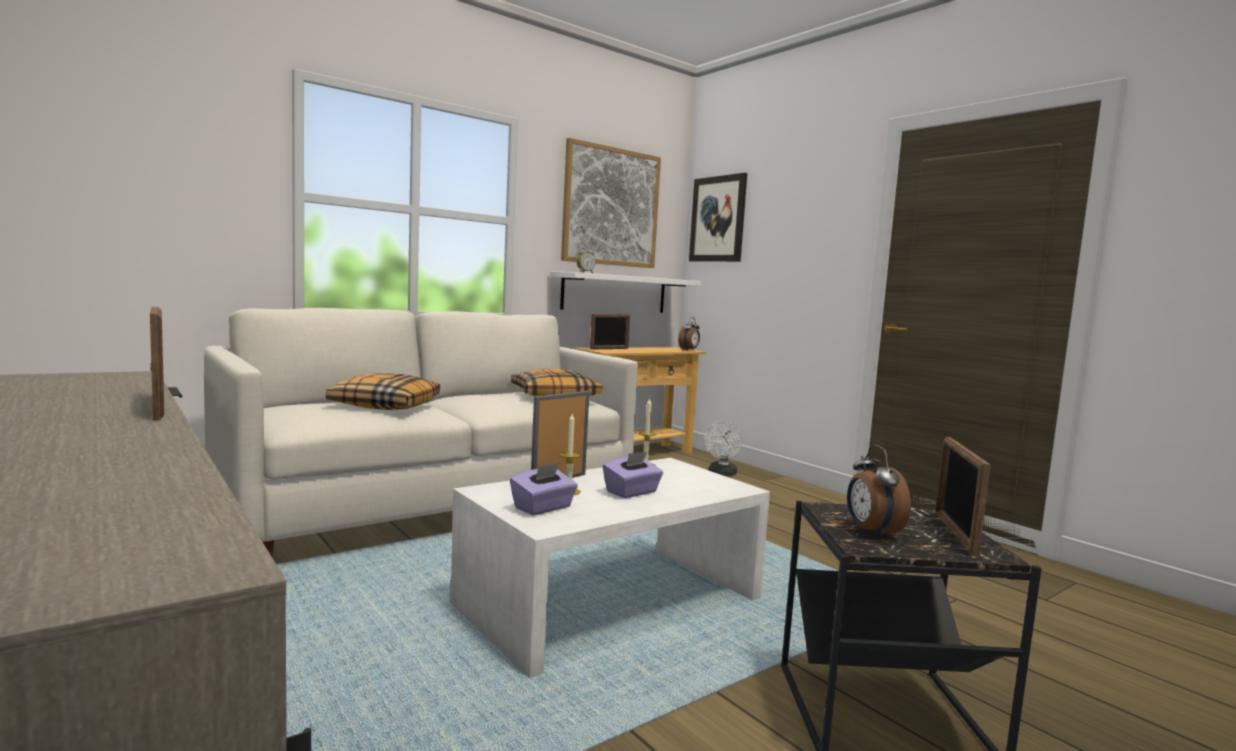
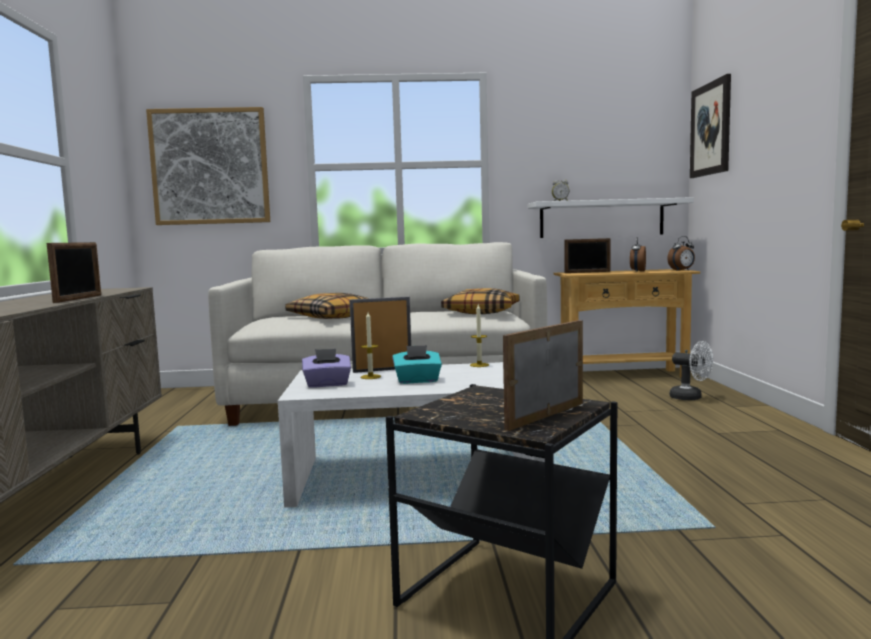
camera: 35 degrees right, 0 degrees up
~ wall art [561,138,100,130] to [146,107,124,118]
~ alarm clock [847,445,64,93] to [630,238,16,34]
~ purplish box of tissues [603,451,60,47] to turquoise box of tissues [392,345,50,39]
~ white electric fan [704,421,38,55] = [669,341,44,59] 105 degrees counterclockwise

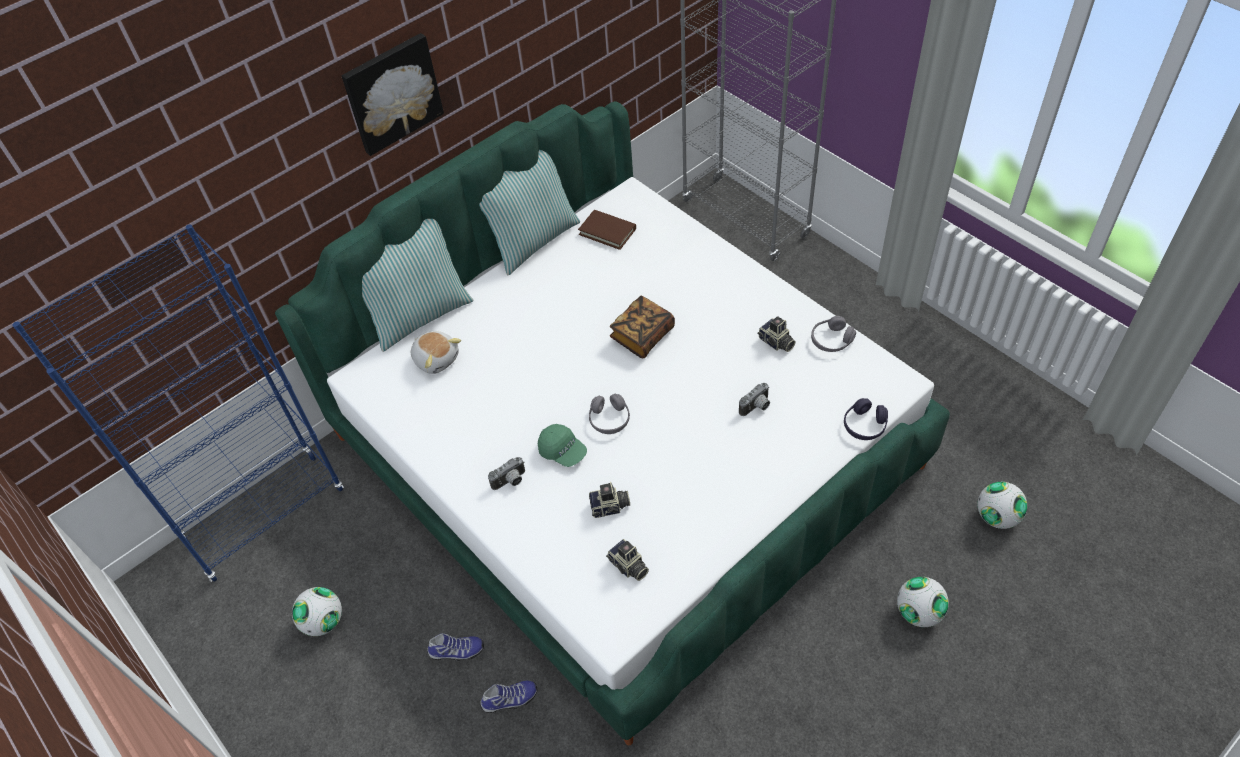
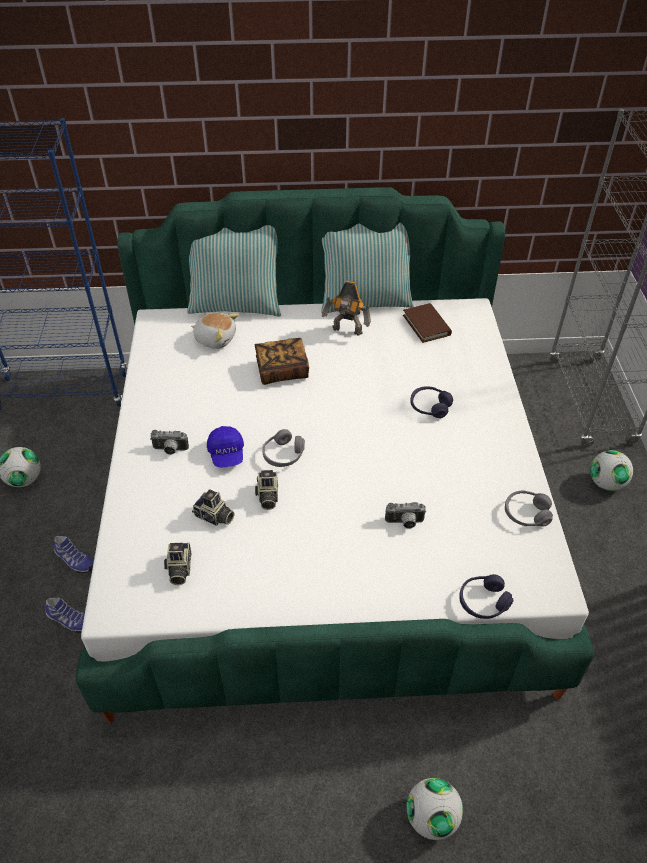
camera: 35 degrees right, 5 degrees down
- wall art [341,33,103,123]
+ model robot [322,281,49,55]
+ purplish headset [410,386,43,32]
~ bound book [610,296,65,62] to [255,338,54,47]
~ photo camera [757,316,39,36] to [255,470,24,40]
~ football ball [978,482,49,47] to [590,450,43,41]
~ greenish cap [538,424,49,43] to blue cap [207,426,37,41]
~ soft toy [411,331,50,43] = [191,313,48,36] 60 degrees counterclockwise

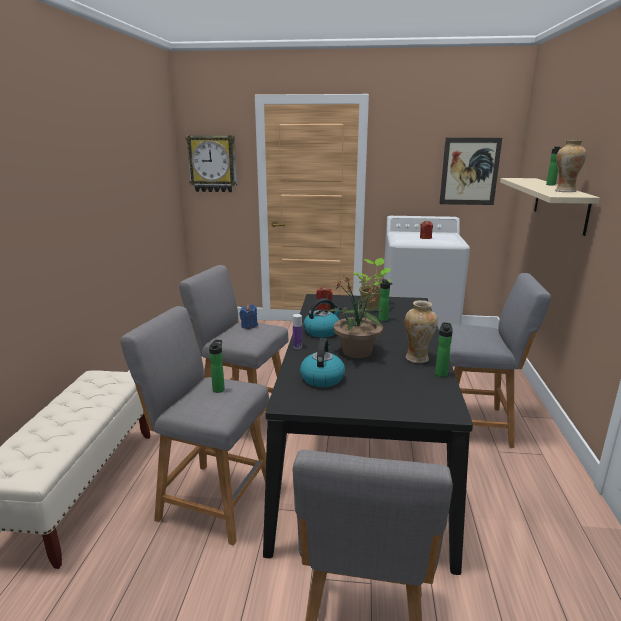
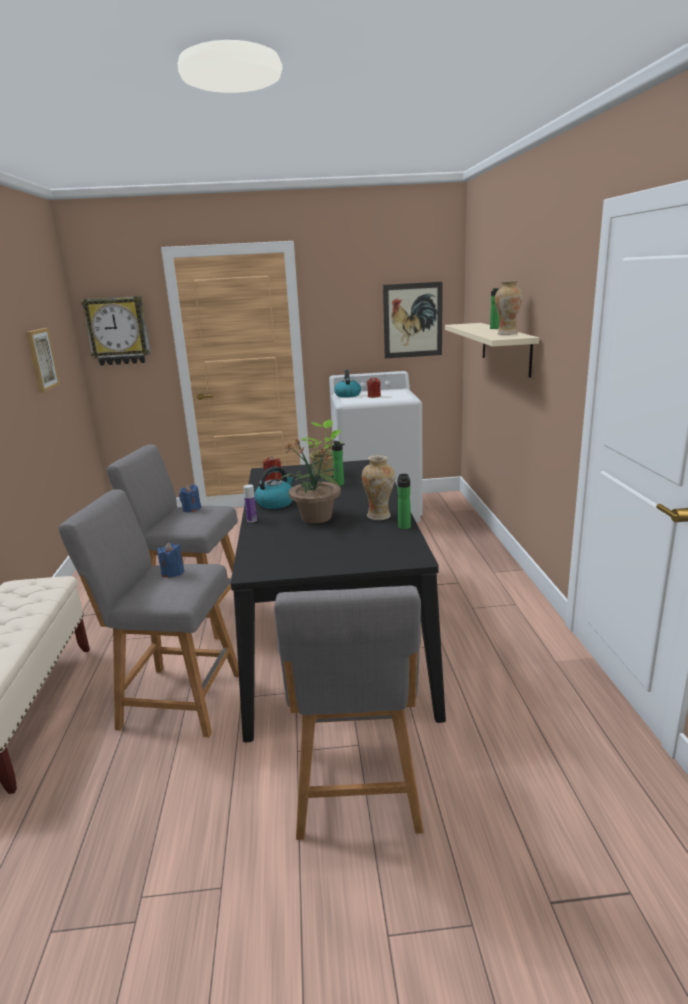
camera: 10 degrees left, 0 degrees up
- gray sitting stool [443,273,108,175]
+ wall art [26,328,34,65]
~ water kettle [300,338,45,49] to [334,370,27,28]
~ beverage bottle [209,340,16,53] to blue wax candle [157,542,27,36]

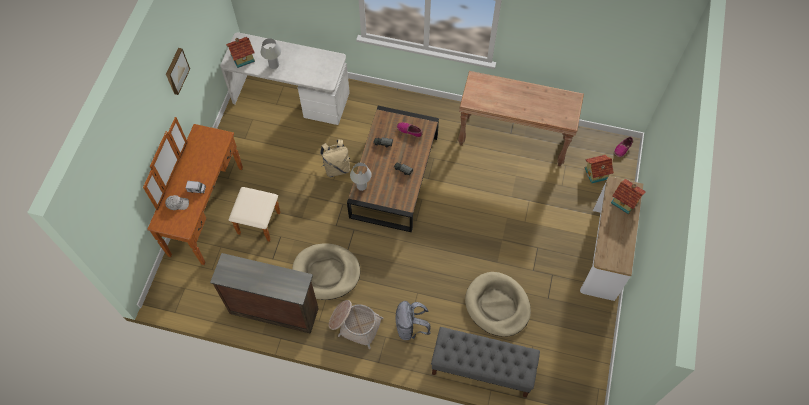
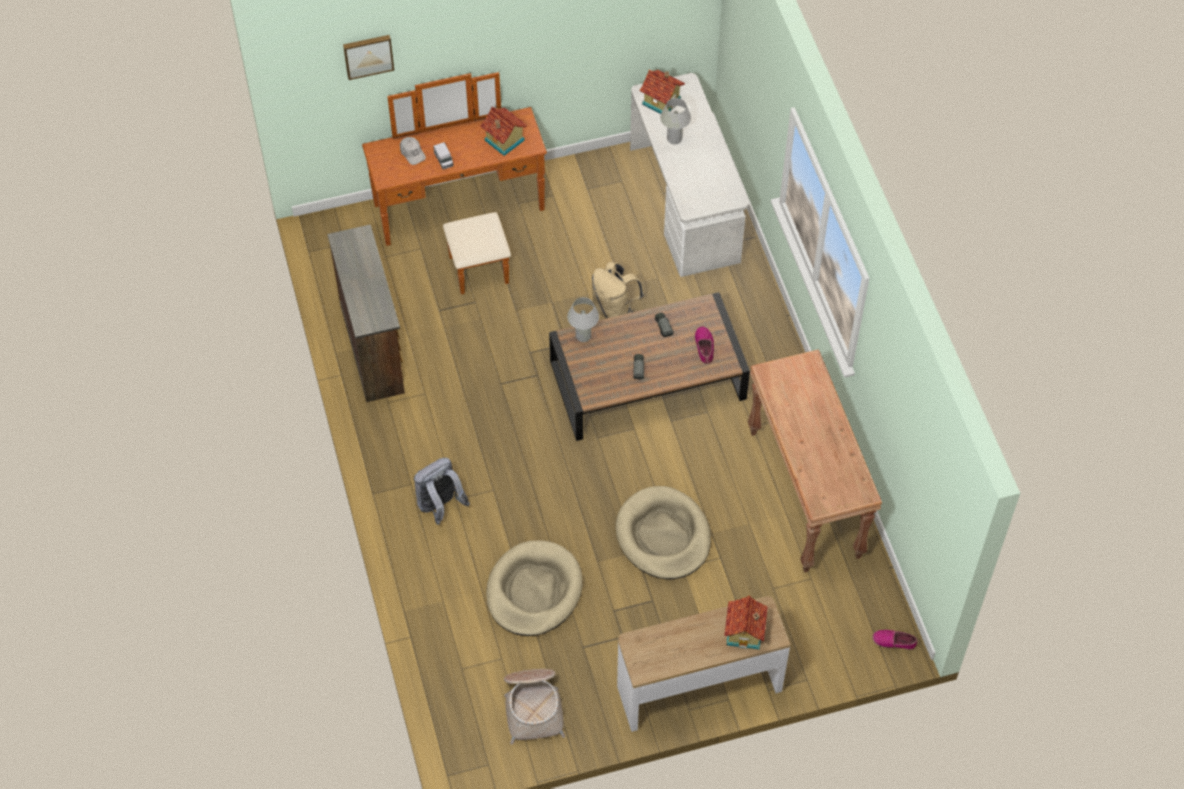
camera: 60 degrees right, 5 degrees down
- gray bench [431,327,109,71]
~ wall art [166,48,24,47] to [343,35,51,45]
~ sand-coloured pet bed [292,243,68,57] to [616,486,95,93]
~ basket [329,300,55,49] to [504,669,61,76]
~ miniature house [585,155,29,28] to [480,107,47,49]

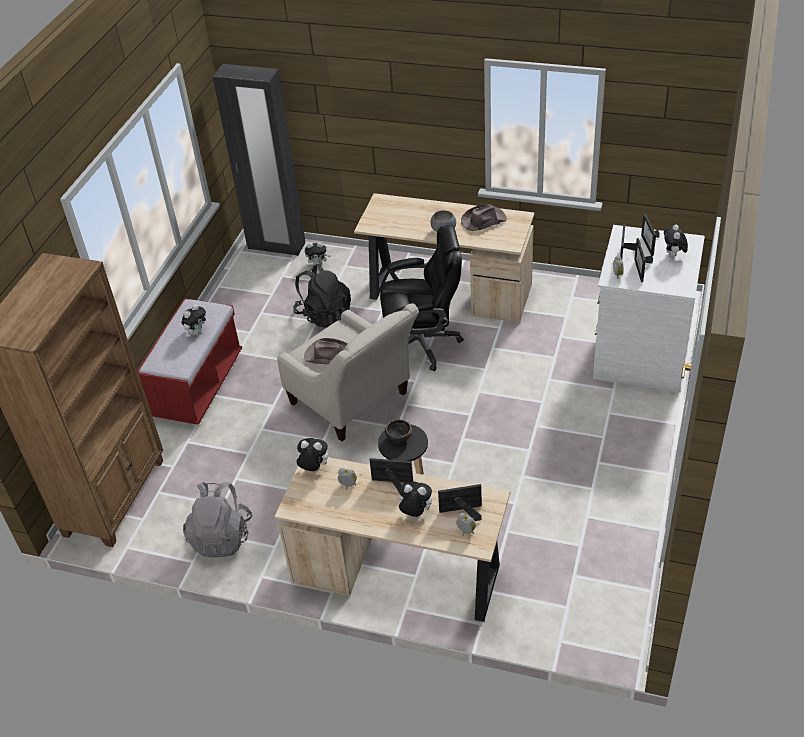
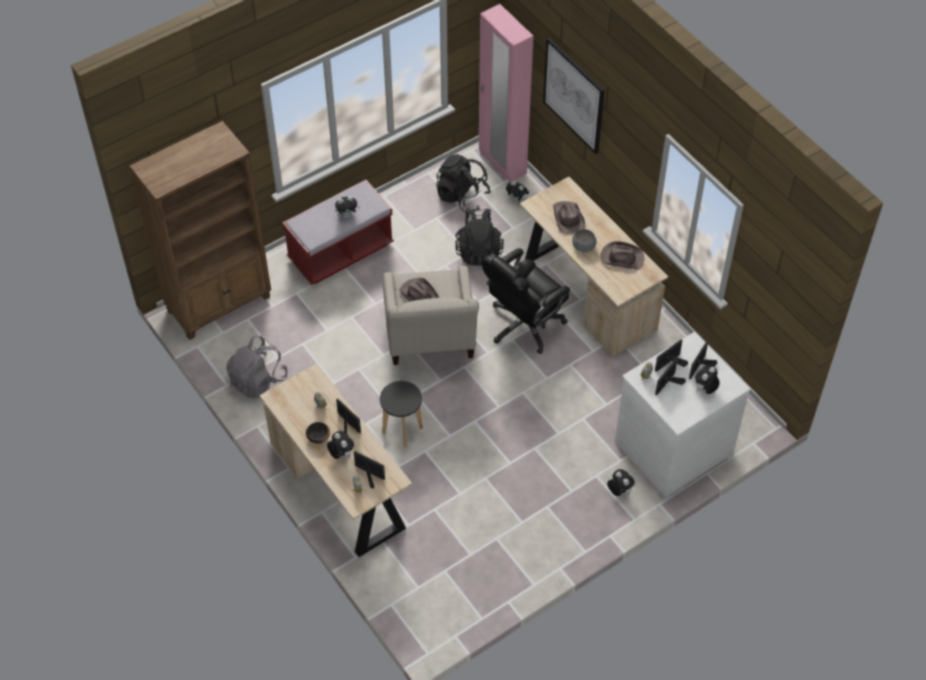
camera: 35 degrees right, 10 degrees up
+ black-coloured knapsack [436,154,55,58]
+ wall art [543,38,62,116]
+ brownish clothing hat [553,201,32,33]
~ soft toy [295,438,33,33] to [607,469,28,27]
~ bowl [385,420,27,24] to [306,422,24,22]
~ black-coloured wardrobe [213,64,93,192] to pinkish wardrobe [479,4,55,178]
~ black-coloured computer chair [380,225,84,146] = [482,248,88,106] 105 degrees clockwise

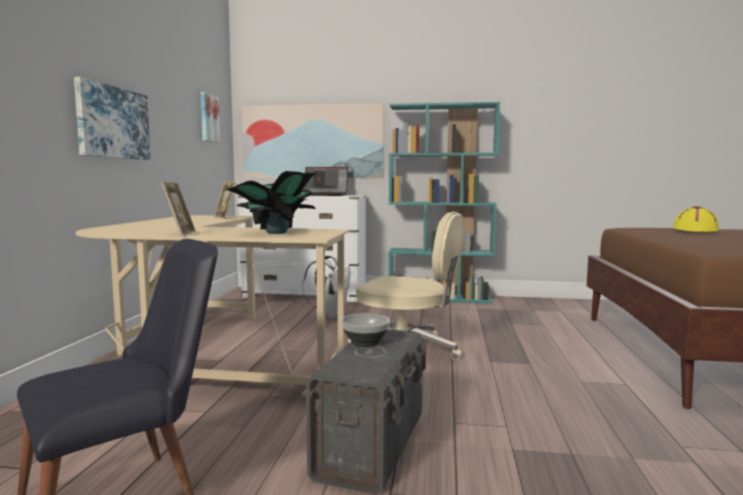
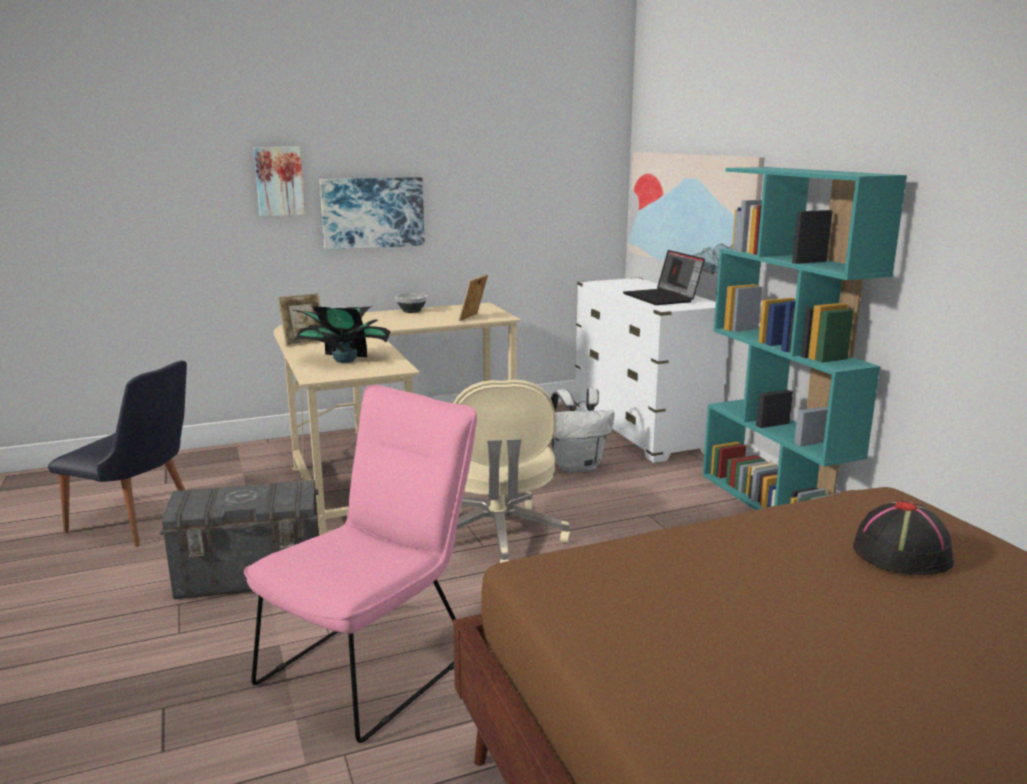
camera: 60 degrees right, 10 degrees up
+ pinkish upright chair [244,385,233,358]
~ wall art [200,92,20,51] to [253,147,52,70]
~ bowl [341,313,49,34] to [395,293,32,20]
~ yellow-coloured clothing hat [673,206,46,26] to black-coloured clothing hat [853,501,101,74]

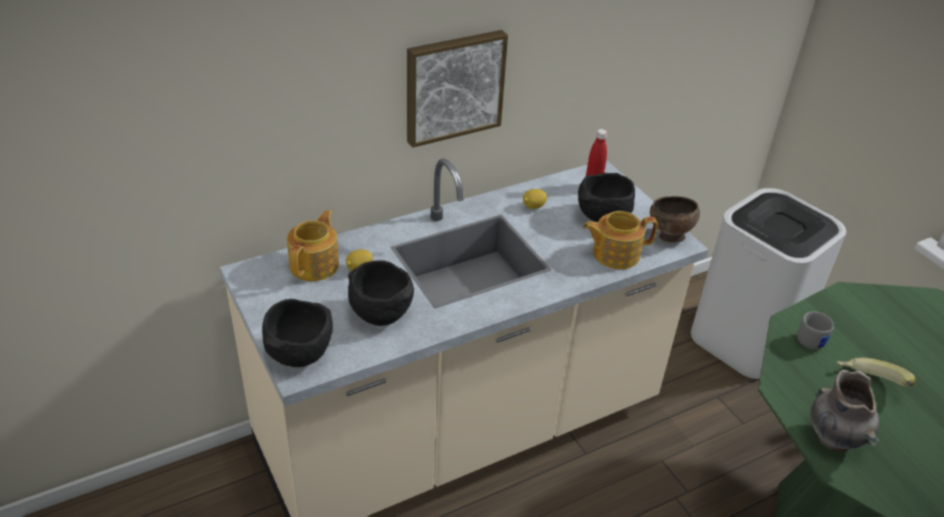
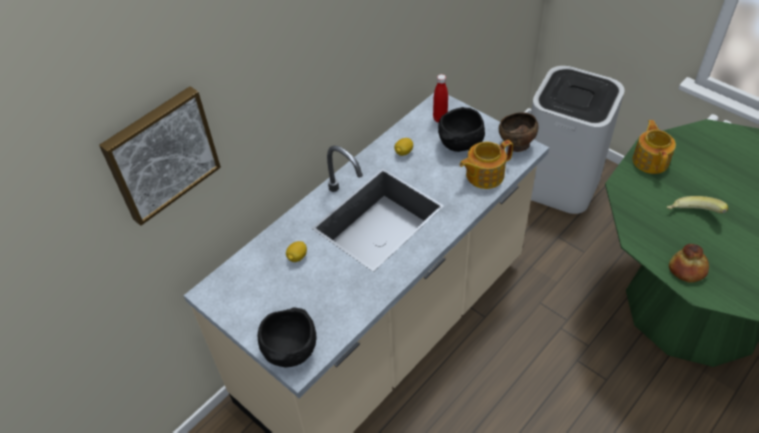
camera: 15 degrees left, 10 degrees up
- black-coloured bowl [348,260,66,66]
- gray coffee mug [797,311,37,39]
~ teapot [287,210,52,71] to [633,120,43,54]
~ wall art [407,30,101,118] to [99,86,122,140]
~ gray vase [811,370,68,82] to bakery bread [669,244,40,39]

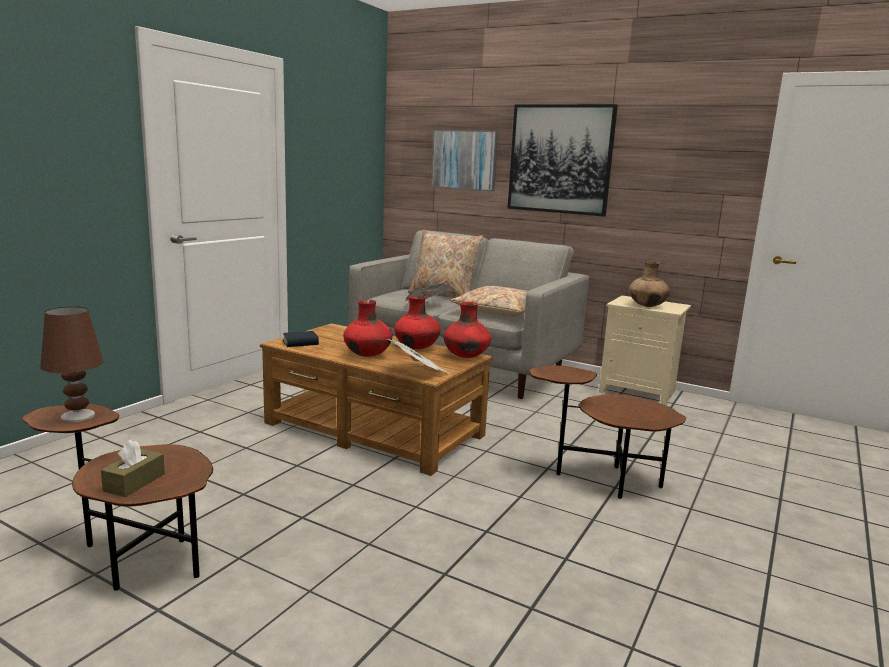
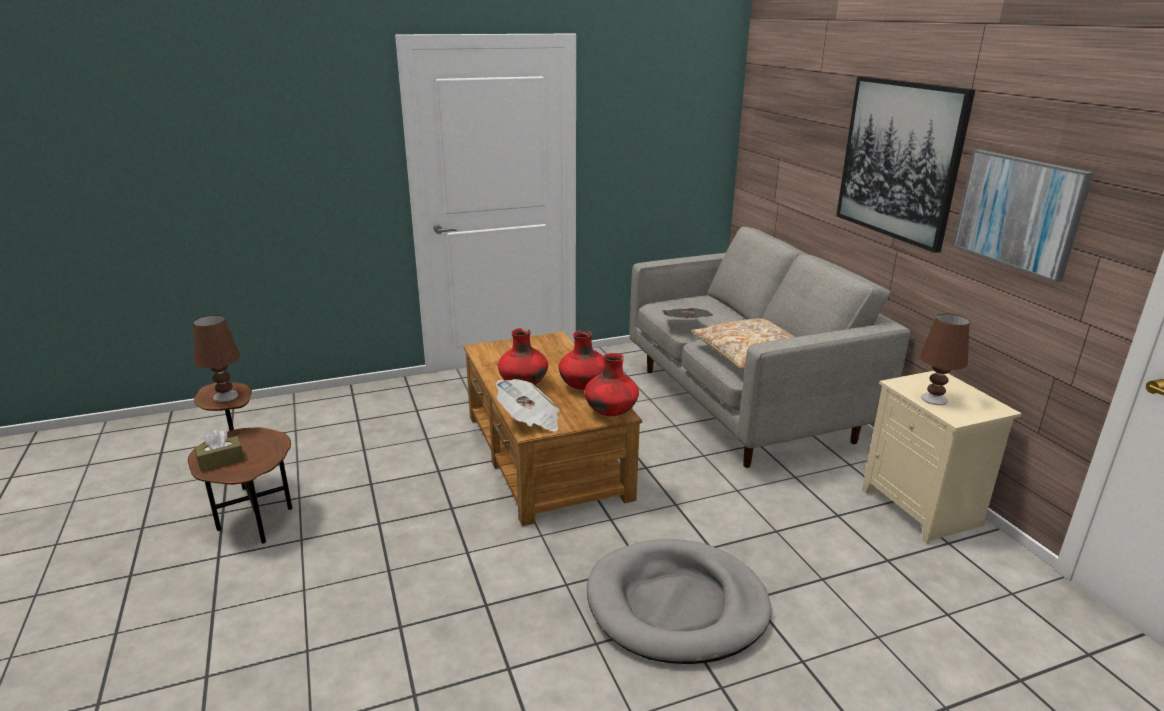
camera: 40 degrees right, 10 degrees up
- bound book [283,331,36,16]
- sand-coloured cushion [408,230,76,68]
~ wall art [431,130,67,61] to [952,150,141,133]
~ brownish accent table [529,365,157,134] to gray pet bed [587,539,184,125]
~ brownish vase [629,261,41,46] to brownish lamp for a table [920,314,50,91]

